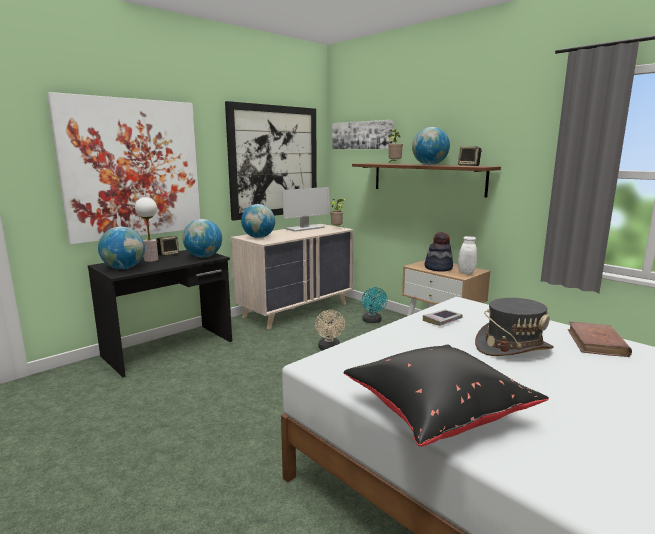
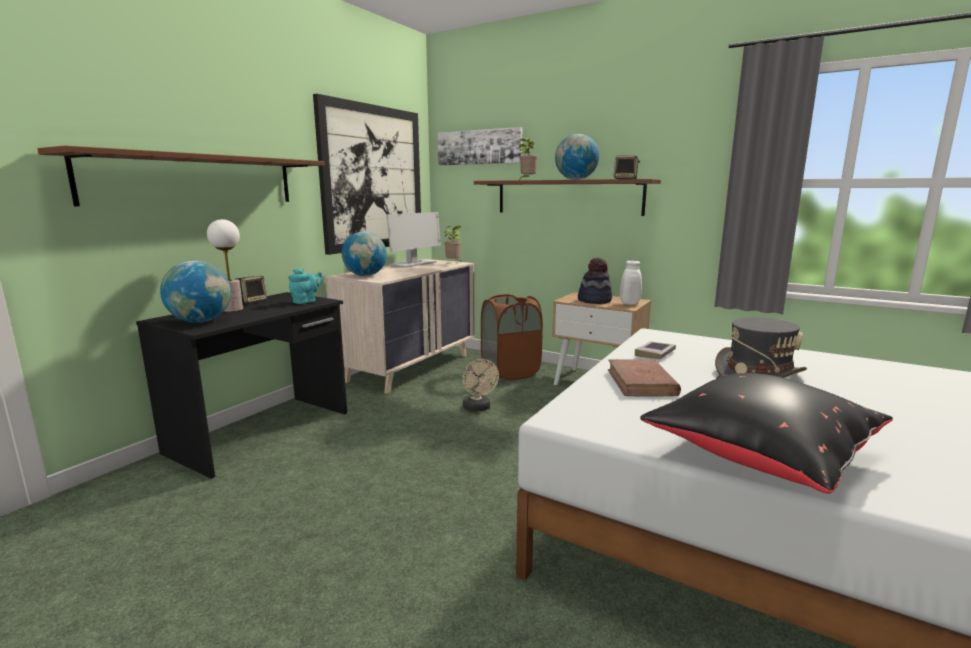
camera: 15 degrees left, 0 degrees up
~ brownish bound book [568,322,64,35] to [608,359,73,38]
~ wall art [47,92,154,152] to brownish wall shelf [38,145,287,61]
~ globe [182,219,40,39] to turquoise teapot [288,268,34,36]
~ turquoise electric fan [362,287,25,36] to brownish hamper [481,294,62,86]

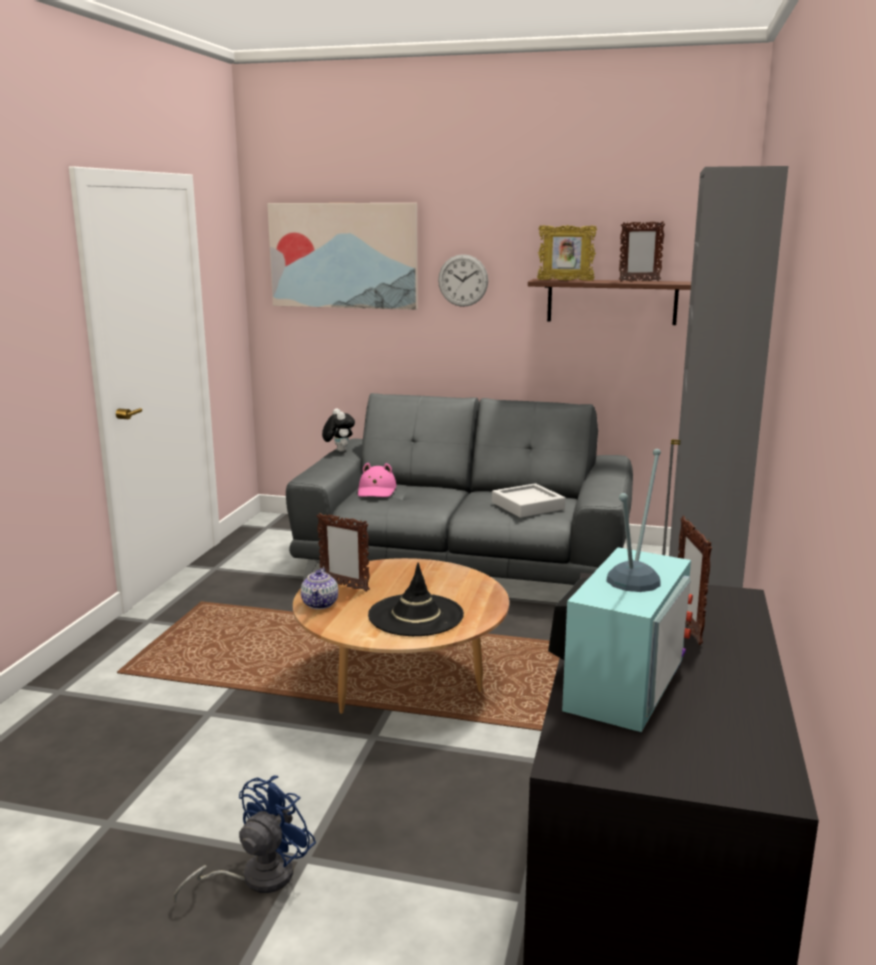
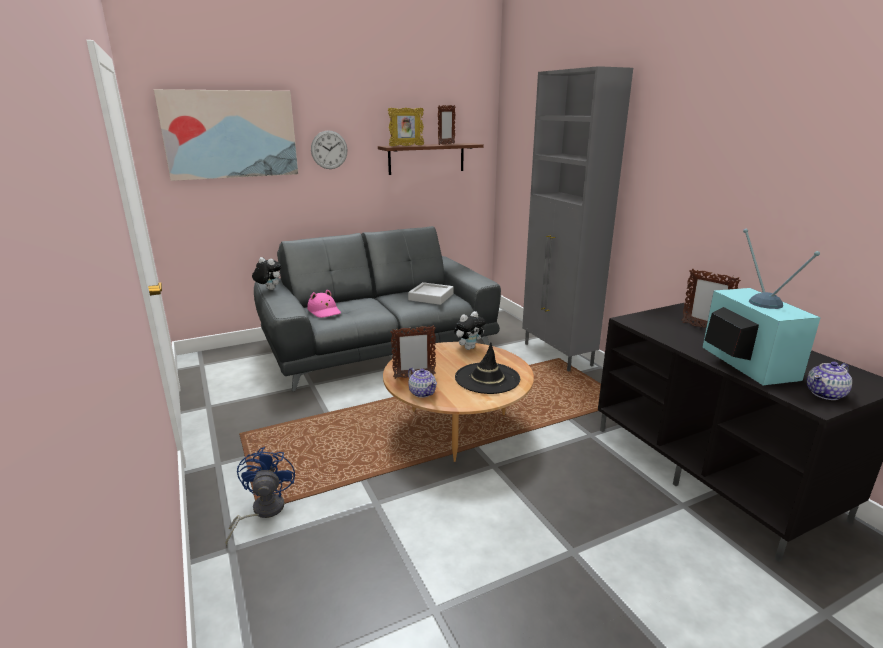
camera: 40 degrees left, 5 degrees up
+ soft toy [454,311,32,39]
+ teapot [807,362,45,38]
~ blue electric fan [174,775,142,128] to [225,447,70,98]

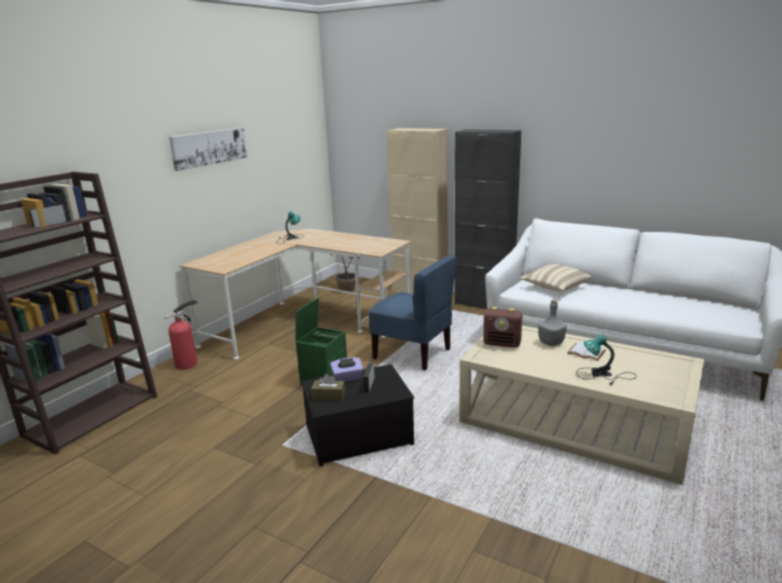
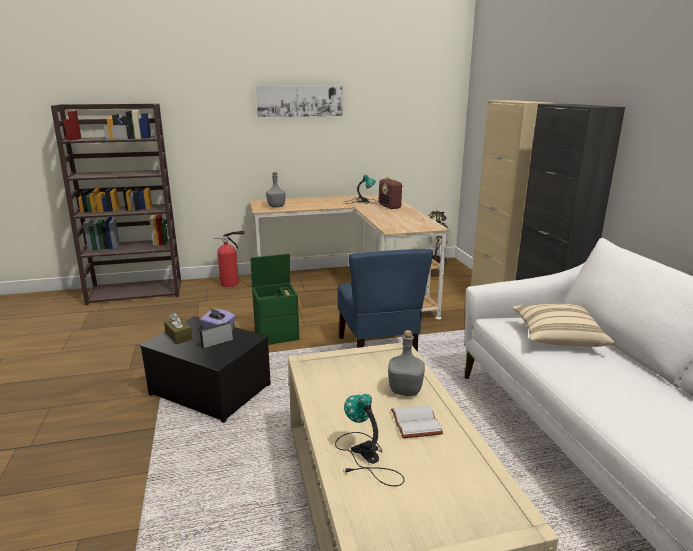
camera: 45 degrees right, 0 degrees up
+ gray beverage bottle [266,172,20,36]
~ radio receiver [483,307,39,41] to [379,177,24,32]

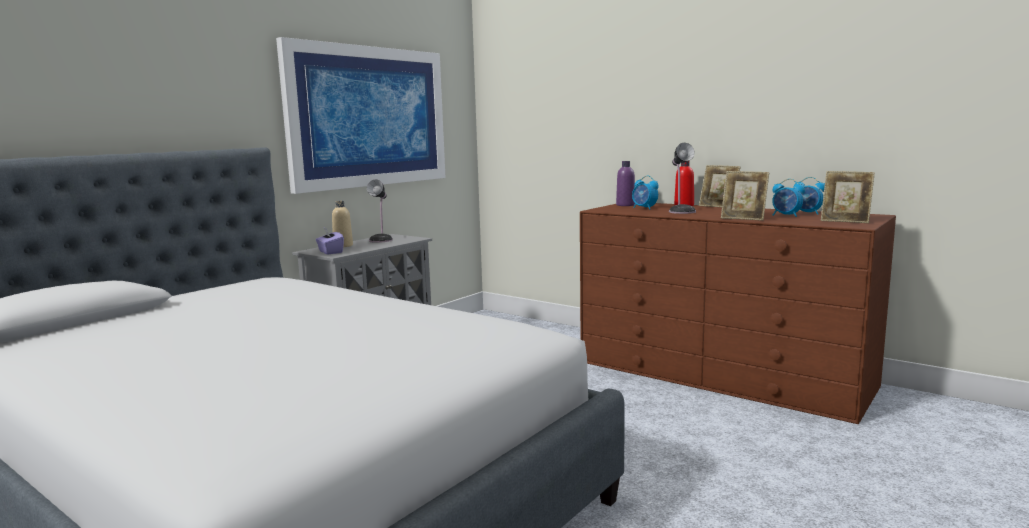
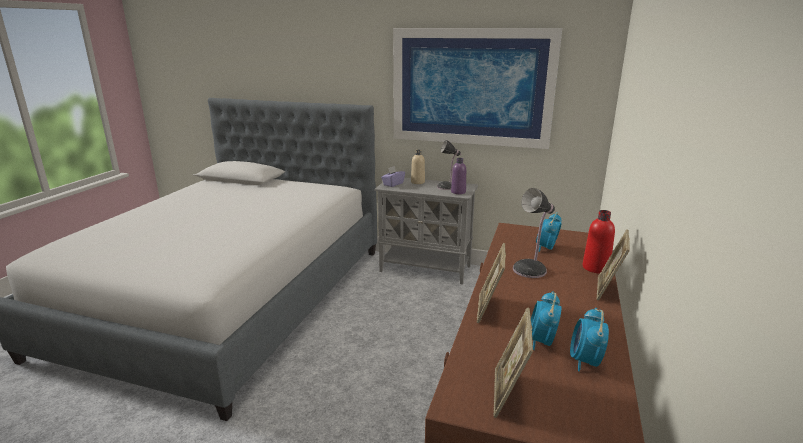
camera: 70 degrees right, 10 degrees up
~ purplish beverage bottle [616,161,19,45] to [451,158,15,36]

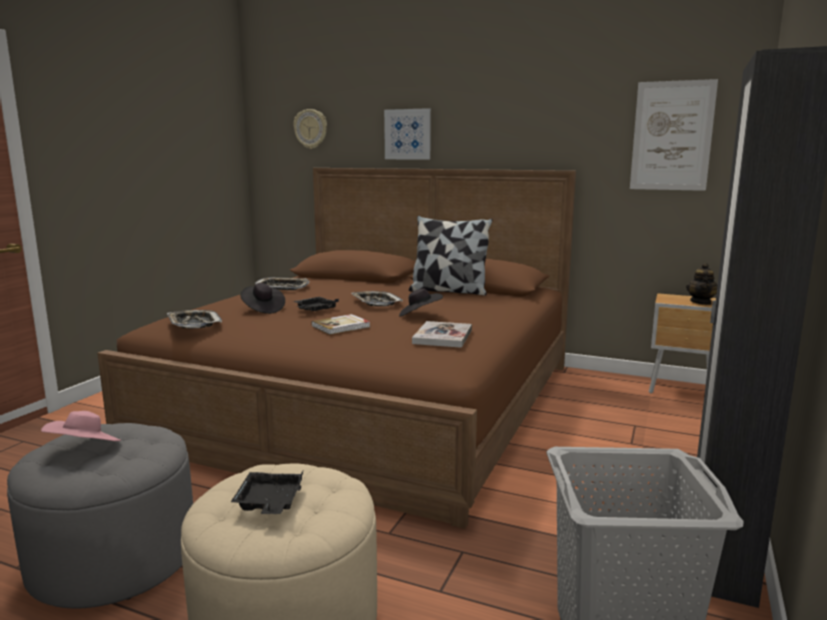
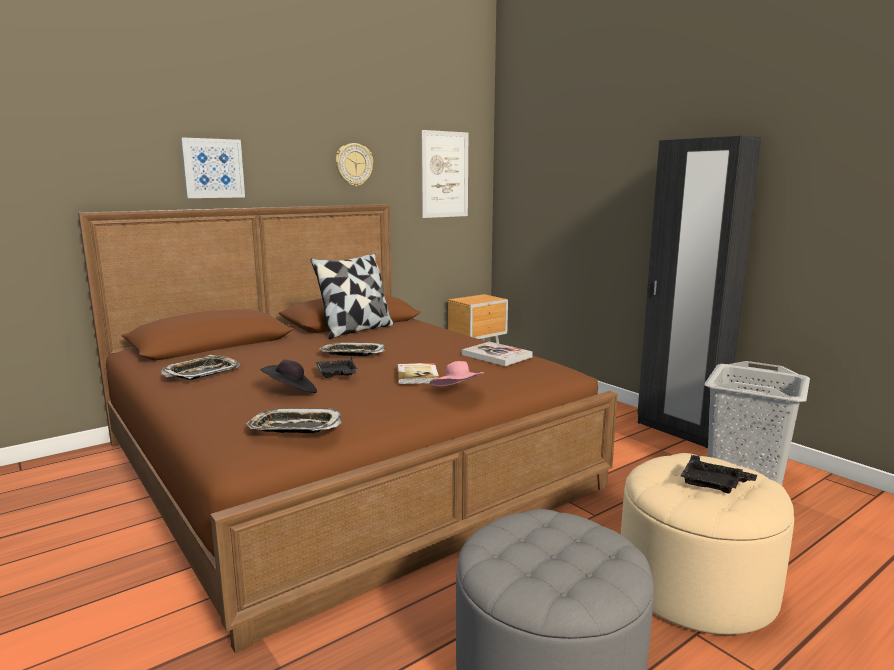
camera: 60 degrees left, 0 degrees up
- black-coloured clothing hat [399,288,44,29]
- teapot [686,263,32,42]
~ pinkish clothing hat [41,411,80,30] to [430,361,55,25]
~ hanging clock [293,109,34,40] to [336,143,37,44]

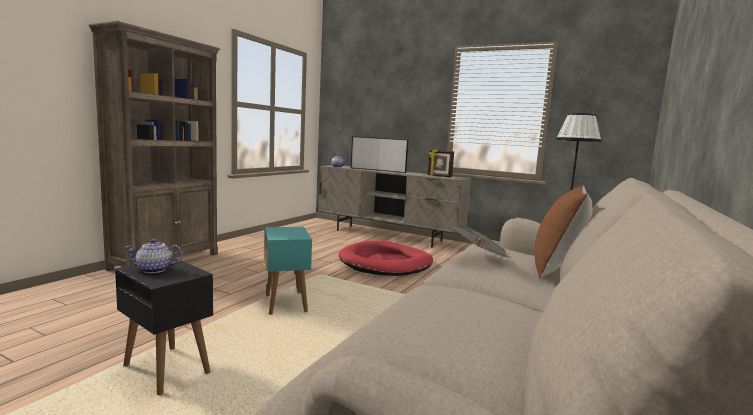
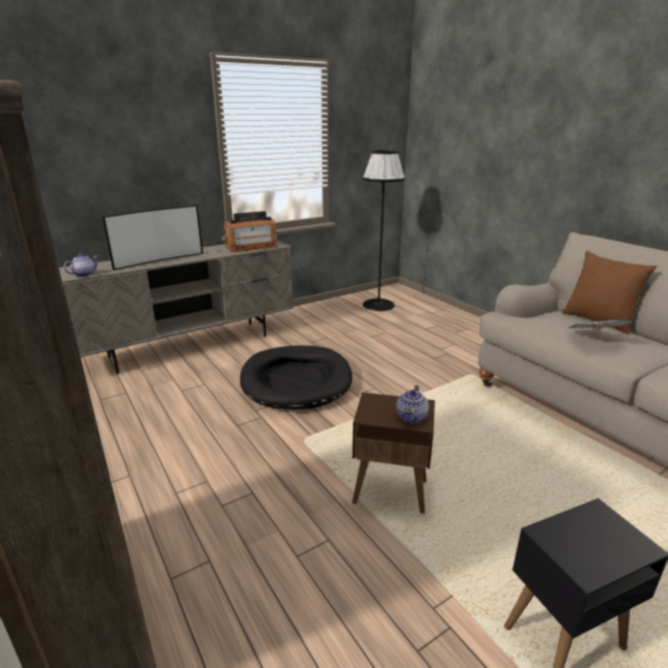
camera: 60 degrees left, 15 degrees up
~ teapot [124,239,59,34] to [396,385,33,39]
~ standing frame [427,149,27,28] to radio receiver [224,211,54,41]
~ turquoise accent table [263,227,49,88] to brownish accent table [352,392,83,122]
~ red pet bed [338,240,95,36] to black-coloured pet bed [240,345,112,64]

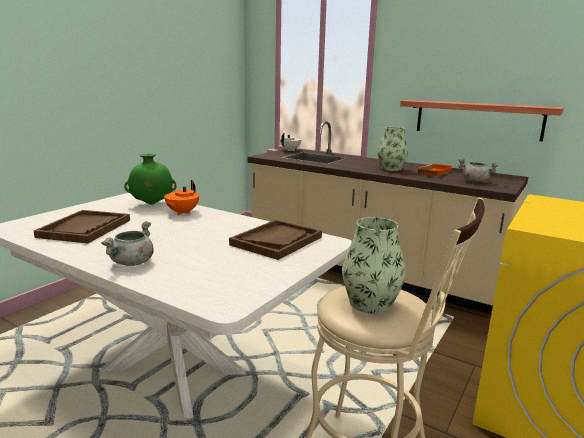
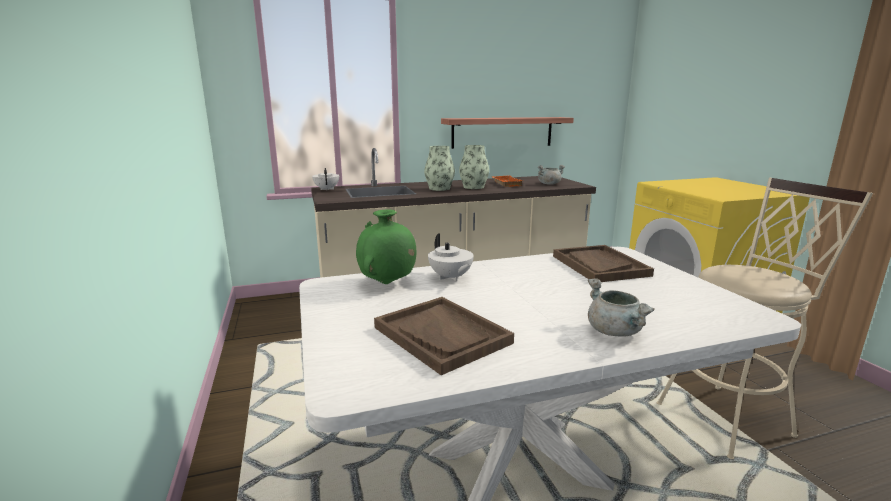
camera: 50 degrees left, 0 degrees up
~ vase [342,217,64,97] to [424,146,31,45]
~ orangey teapot [164,180,35,35] to white teapot [428,233,46,48]

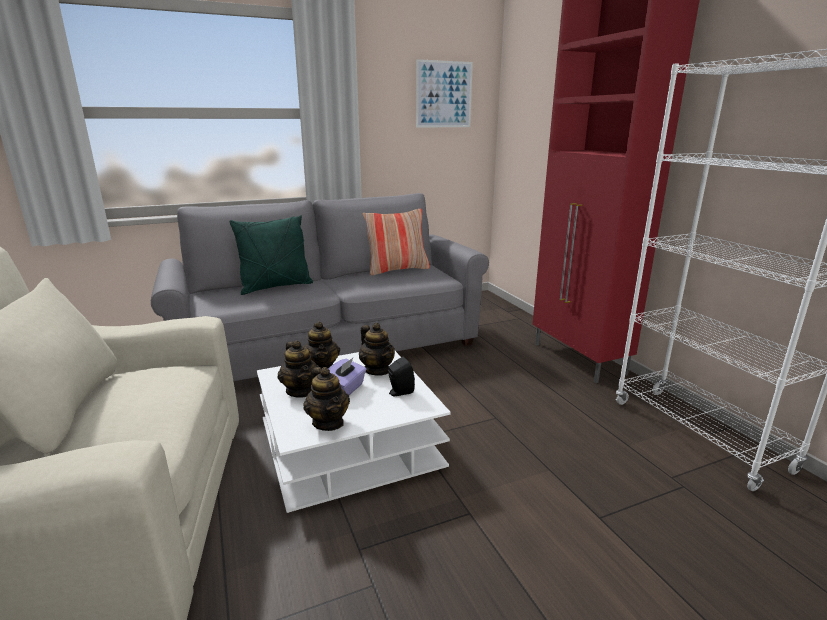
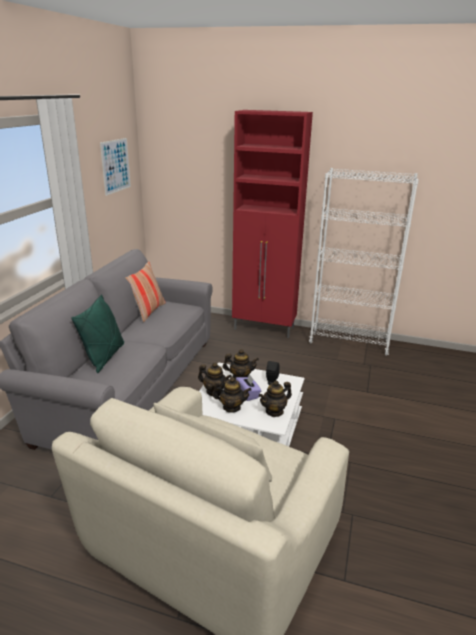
camera: 50 degrees left, 5 degrees up
~ teapot [303,367,47,64] = [259,381,33,36] 135 degrees clockwise

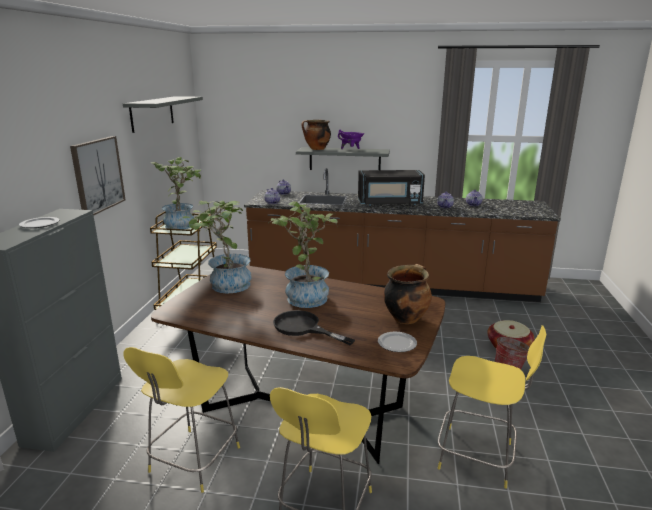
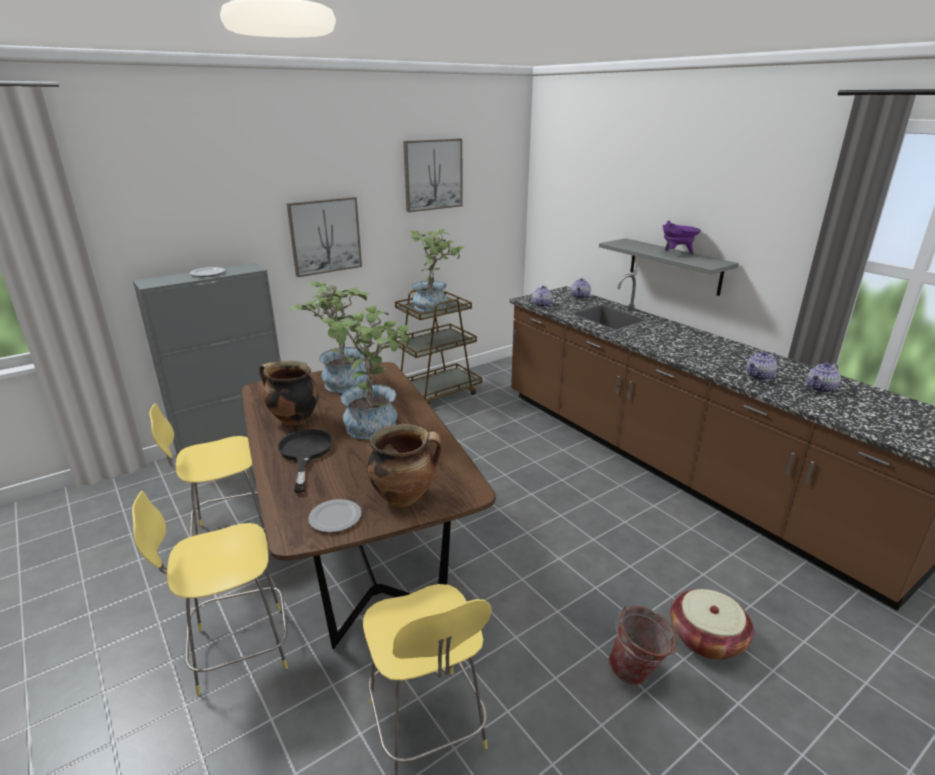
camera: 45 degrees right, 5 degrees up
- black-coloured kitchen microwave [358,170,67,36]
~ stockpot [301,120,30,30] to [259,361,59,64]
~ gray wall shelf [123,96,80,37] to wall art [403,139,60,73]

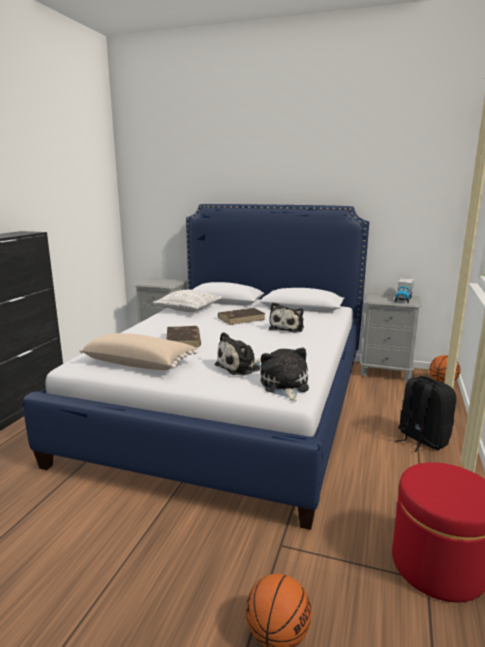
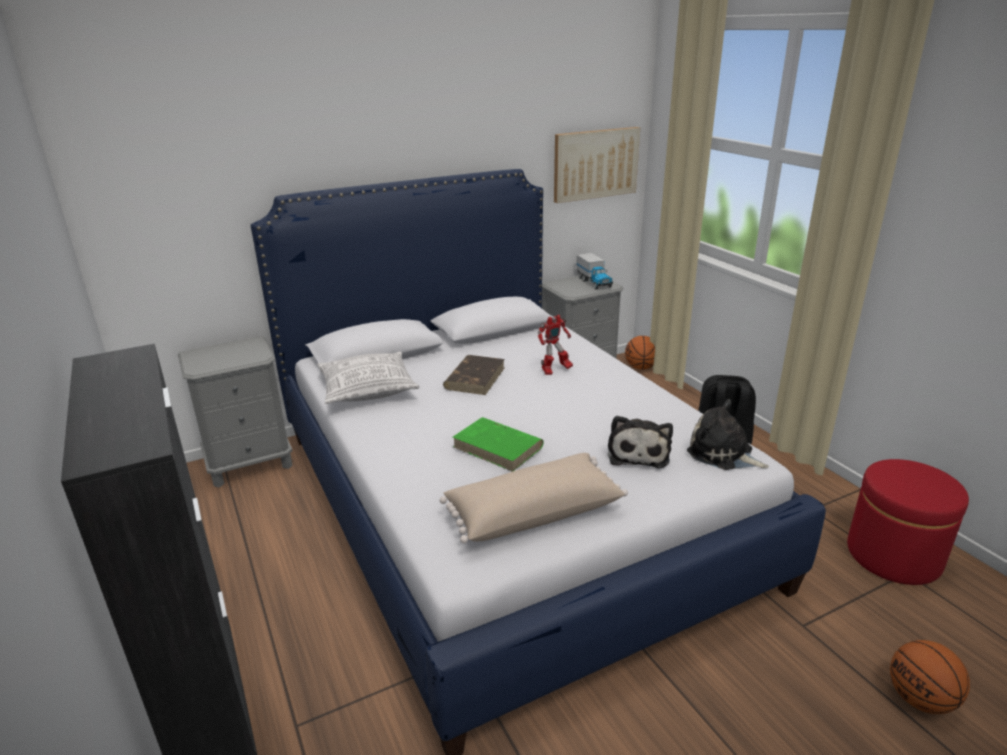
camera: 45 degrees left, 10 degrees up
+ wall art [554,127,86,76]
~ soft toy [269,302,35,31] to model robot [538,315,35,60]
~ brownish bound book [167,326,34,22] to greenish bound book [453,417,91,55]

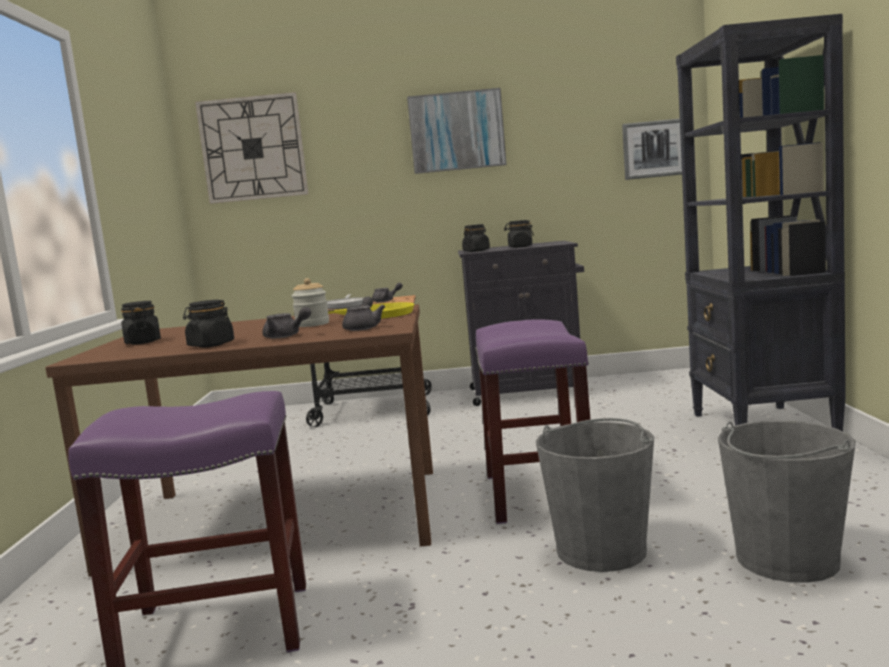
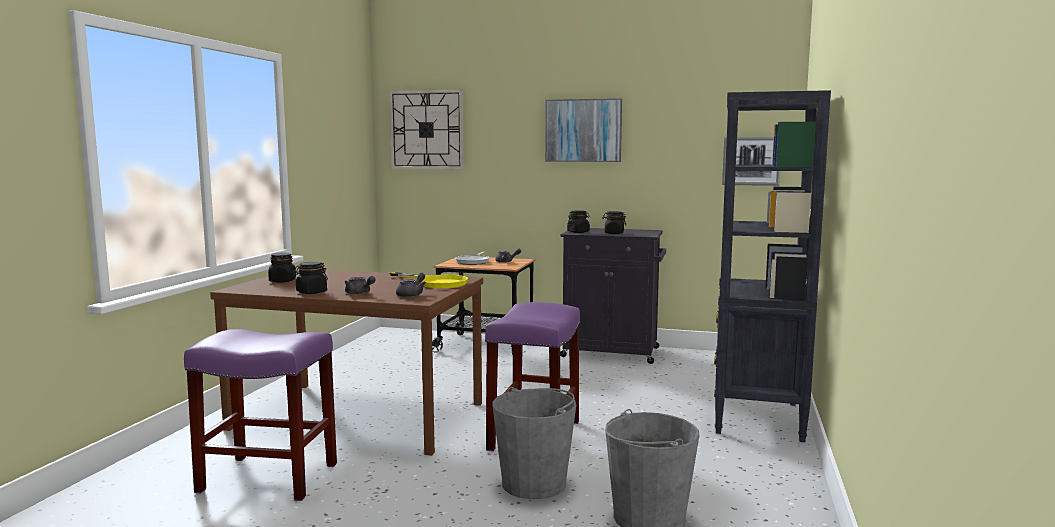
camera: 15 degrees right, 0 degrees up
- jar [292,278,37,49]

